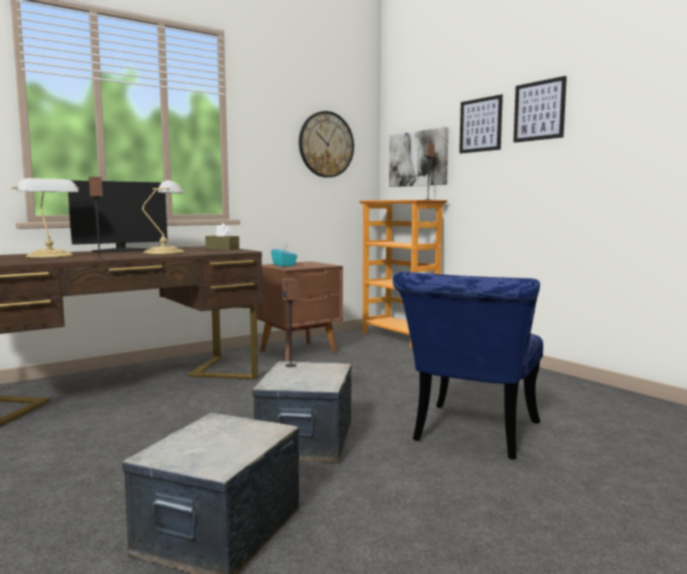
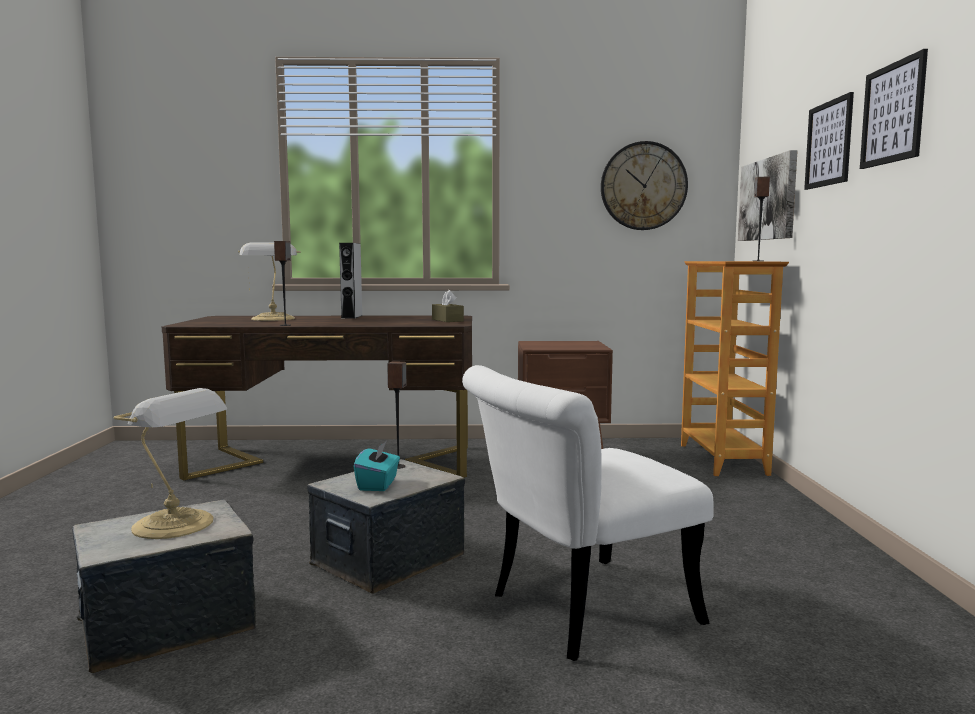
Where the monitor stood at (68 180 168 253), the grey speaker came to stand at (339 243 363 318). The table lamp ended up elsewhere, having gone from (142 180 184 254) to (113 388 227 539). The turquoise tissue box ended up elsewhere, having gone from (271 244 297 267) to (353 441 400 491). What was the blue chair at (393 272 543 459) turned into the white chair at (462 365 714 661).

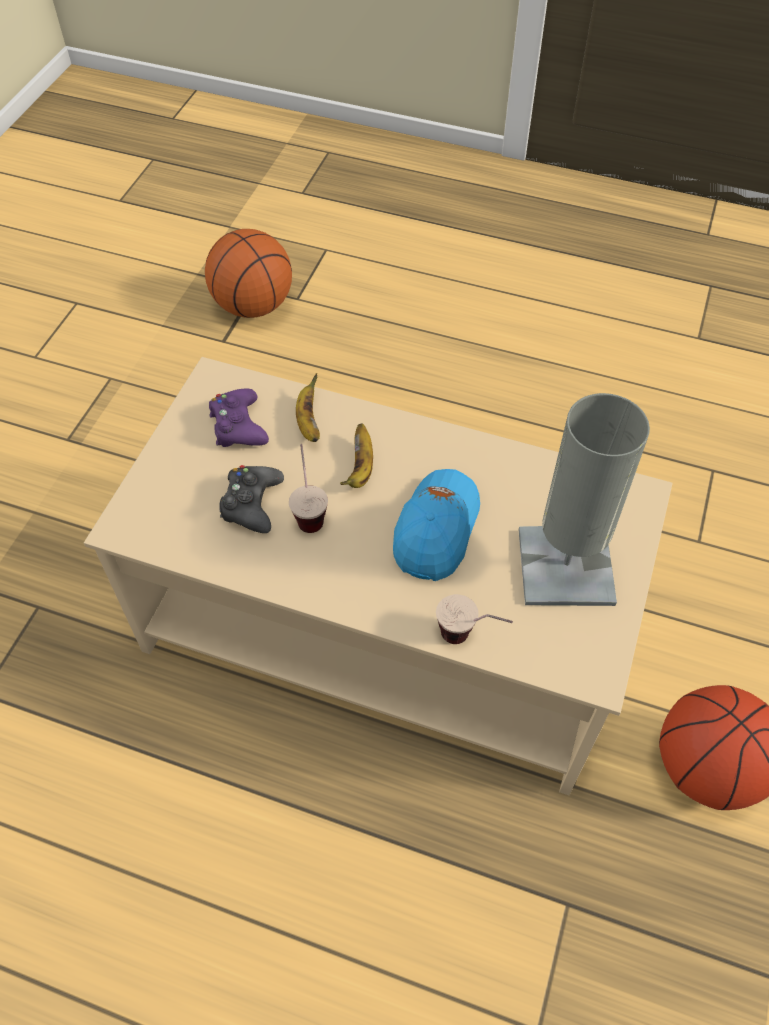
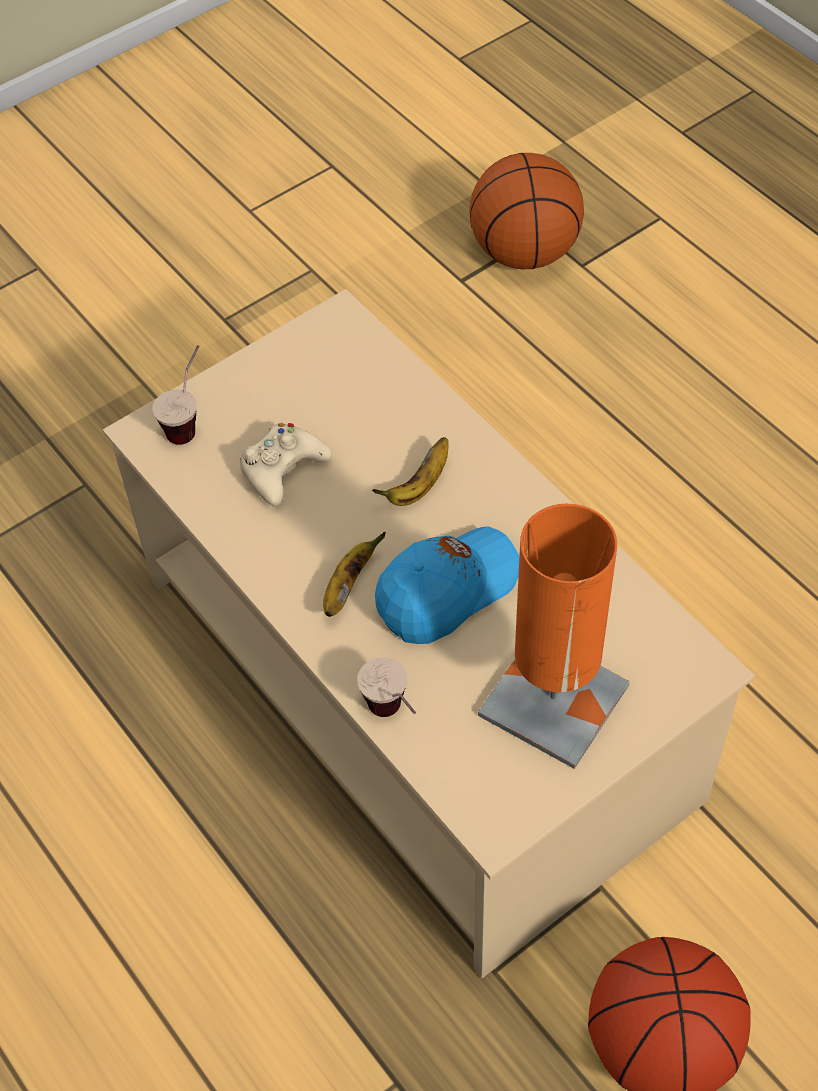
The second view lost the purple game controller at (209 388 269 447). What was the black game controller at (219 465 284 533) turned into the beige game controller at (240 423 332 507). The cup ended up elsewhere, having gone from (289 444 328 533) to (152 345 199 445). The banana ended up elsewhere, having gone from (296 373 320 442) to (323 532 386 617). What was the grey table lamp at (519 393 650 606) turned into the orange table lamp at (478 504 630 769).

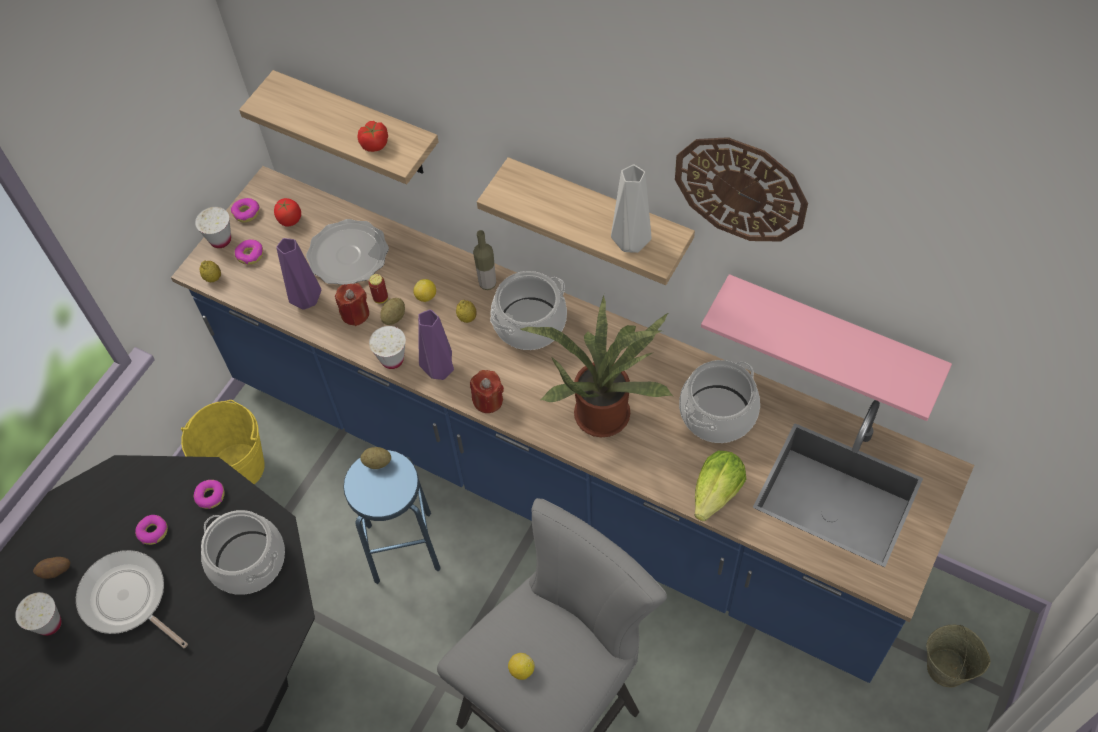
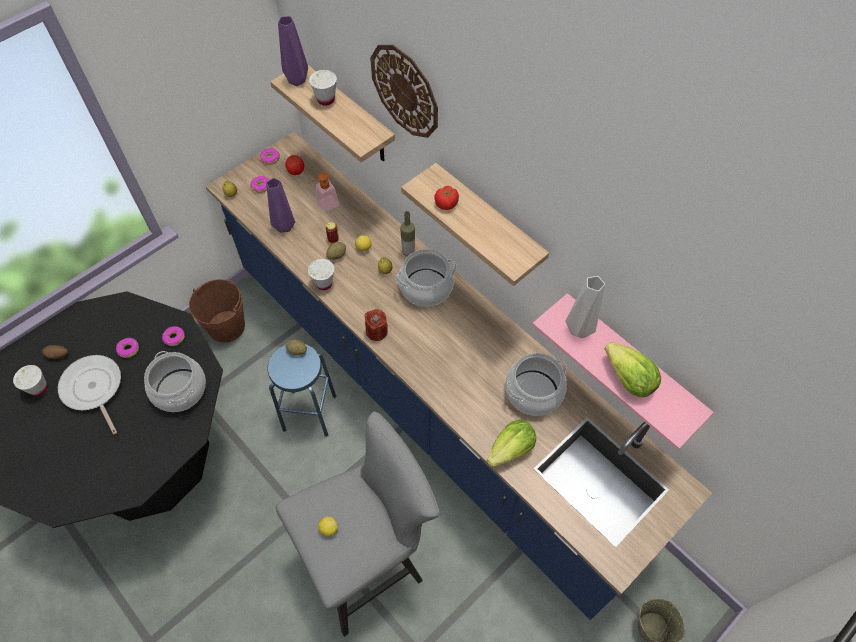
What was the yellow bucket at (181 400 265 485) turned into the brown bucket at (189 279 245 343). The white cup ended up elsewhere, having gone from (195 207 231 248) to (309 70 337 106). Where the plate stood at (306 219 389 285), the soap dispenser came to stand at (307 172 339 212). The second view lost the red candle at (335 283 369 326). The tomato ended up elsewhere, having gone from (358 121 388 152) to (434 186 459 210). The purple vase ended up elsewhere, having gone from (418 309 454 380) to (278 16 308 86). The second view lost the potted plant at (519 296 674 437). The grey vase ended up elsewhere, having gone from (611 165 651 253) to (566 276 605 338). The wall clock ended up elsewhere, having gone from (675 137 808 241) to (370 45 438 138). The second view gained the lettuce at (605 342 661 397).

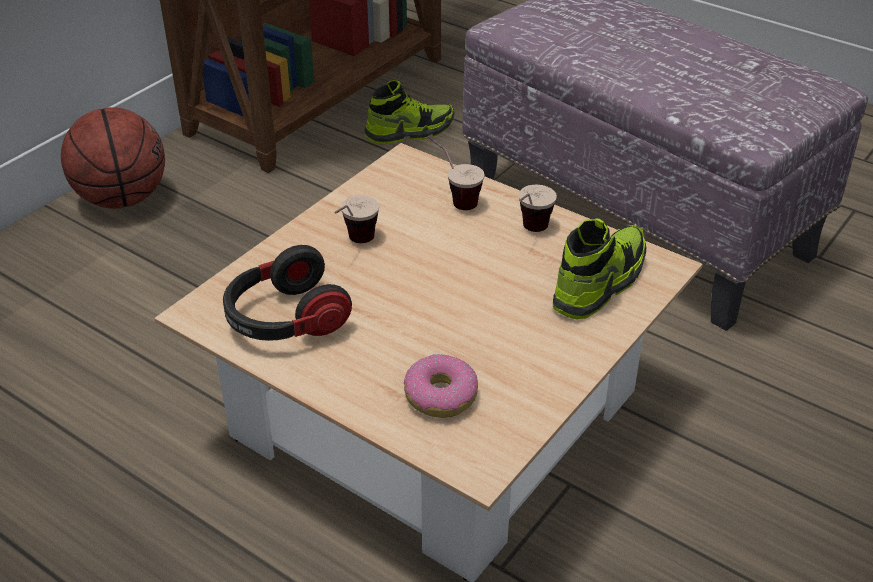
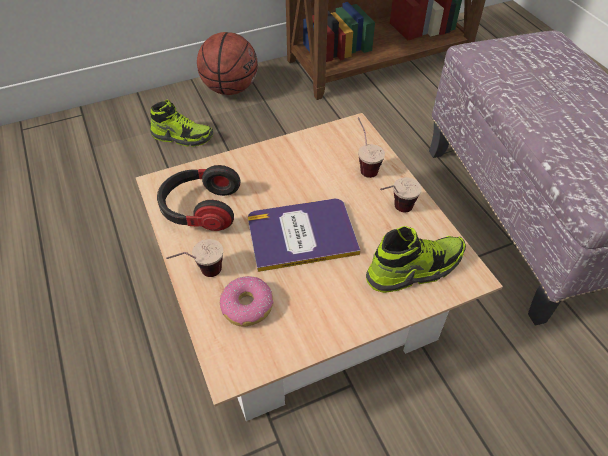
The cup ended up elsewhere, having gone from (334 195 379 243) to (166 239 223 277). The shoe ended up elsewhere, having gone from (364 80 455 144) to (150 100 213 147). The second view gained the book at (248 199 361 272).

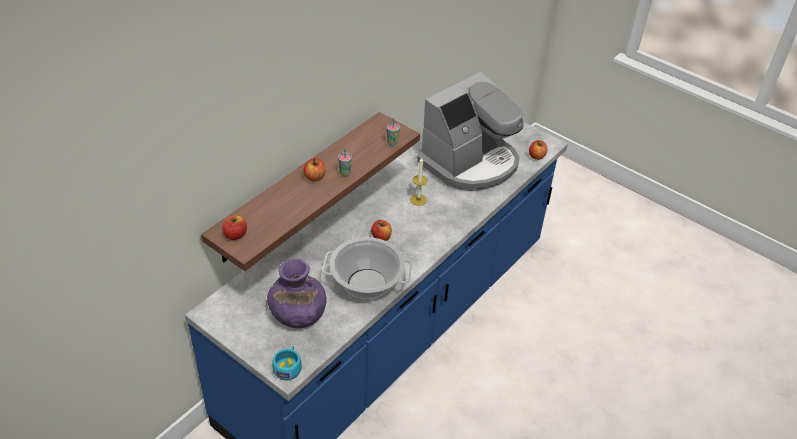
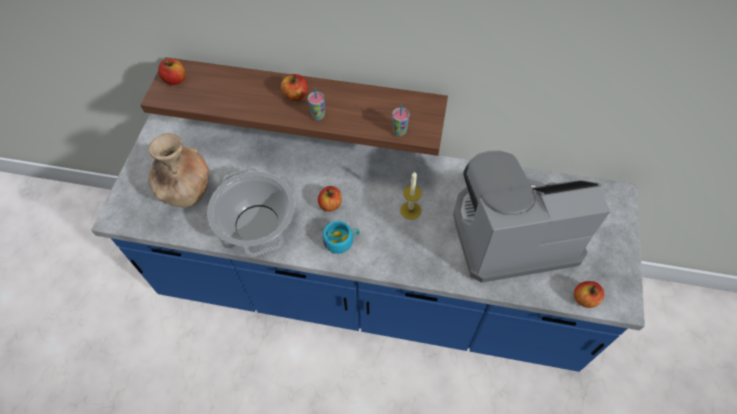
What was the purple vase at (267 259 327 328) turned into the brown vase at (148 133 209 207). The turquoise cup ended up elsewhere, having gone from (272 346 302 380) to (323 221 360 254). The coffee machine at (417 72 524 191) ended up facing another way, 150 degrees clockwise from before.

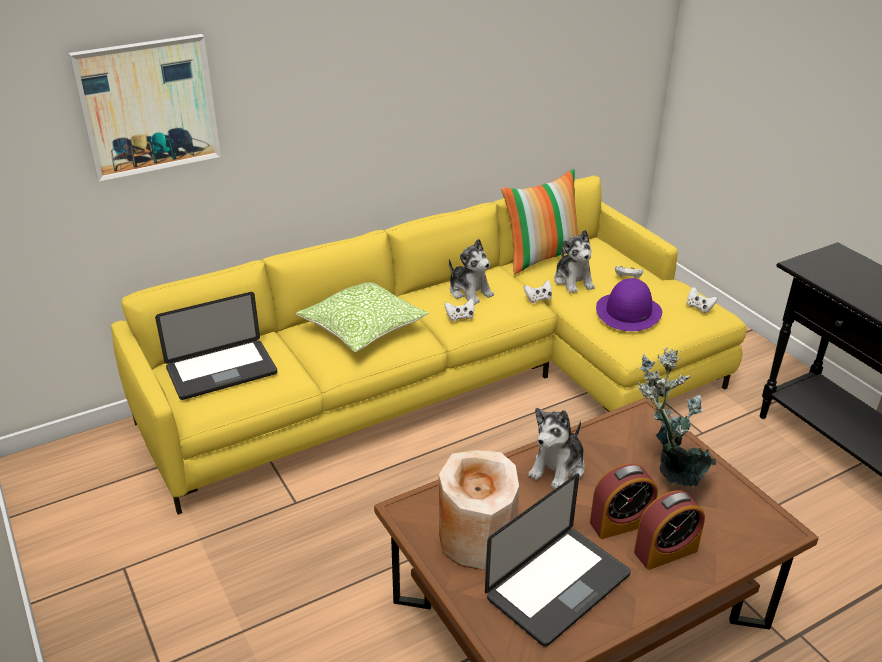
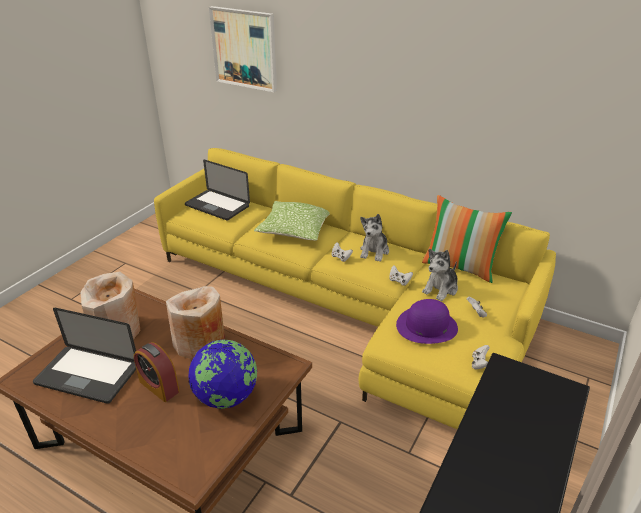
Where the plush toy stood at (528 408 585 489), the beige vase came to stand at (166 286 225 360). The second view lost the alarm clock at (634 490 705 570). Where the potted plant stood at (636 348 716 487), the globe came to stand at (188 340 257 409).

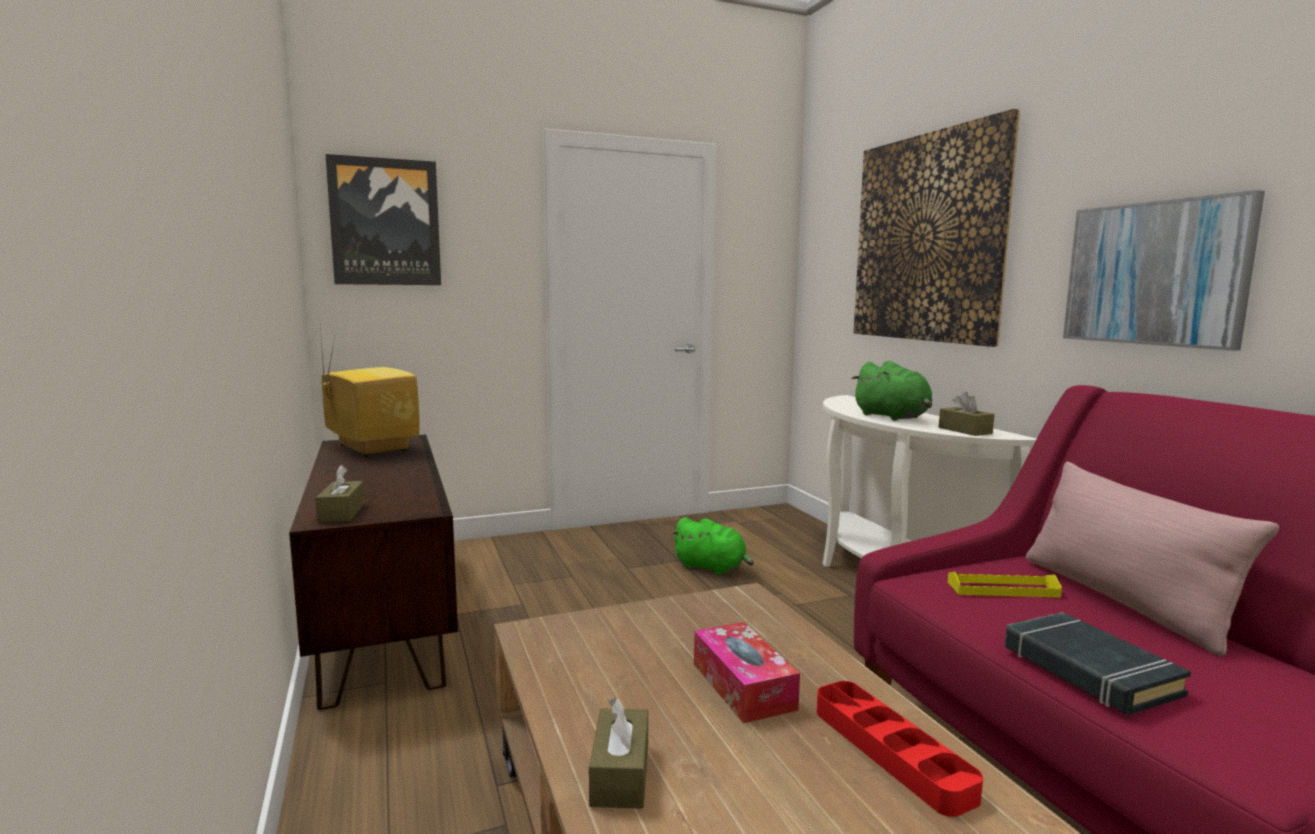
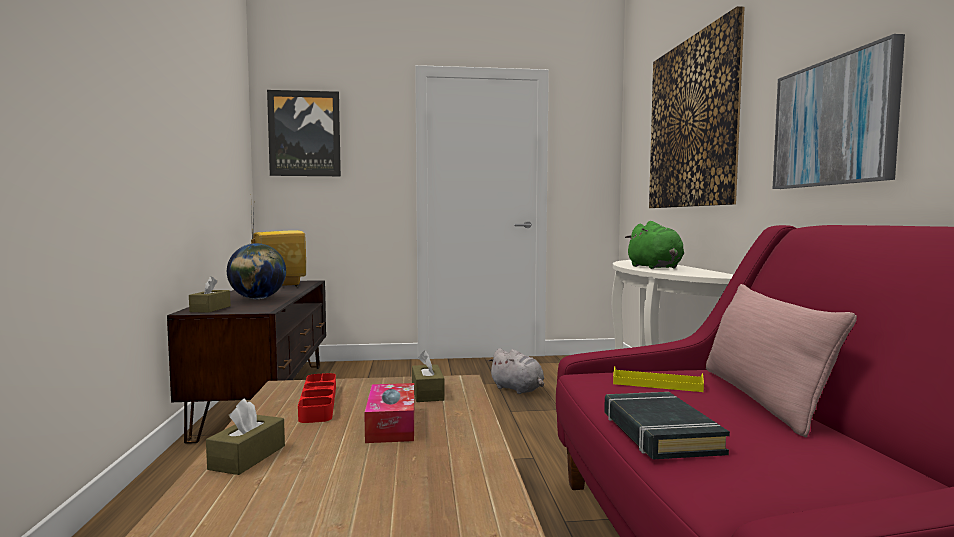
What was the green plush toy at (671 517 754 575) turned into the grey plush toy at (488 348 544 394). The red tray ended up elsewhere, having gone from (817 681 983 817) to (298 373 336 423). The brown tissue box ended up elsewhere, having gone from (939 392 994 436) to (412 350 445 402). The second view gained the globe at (227 243 286 299).

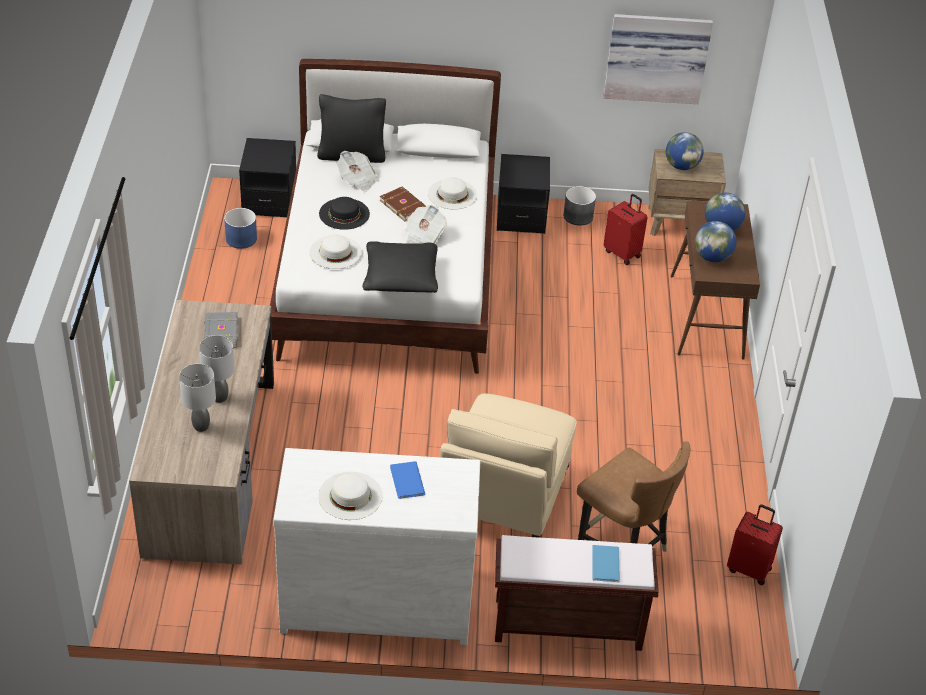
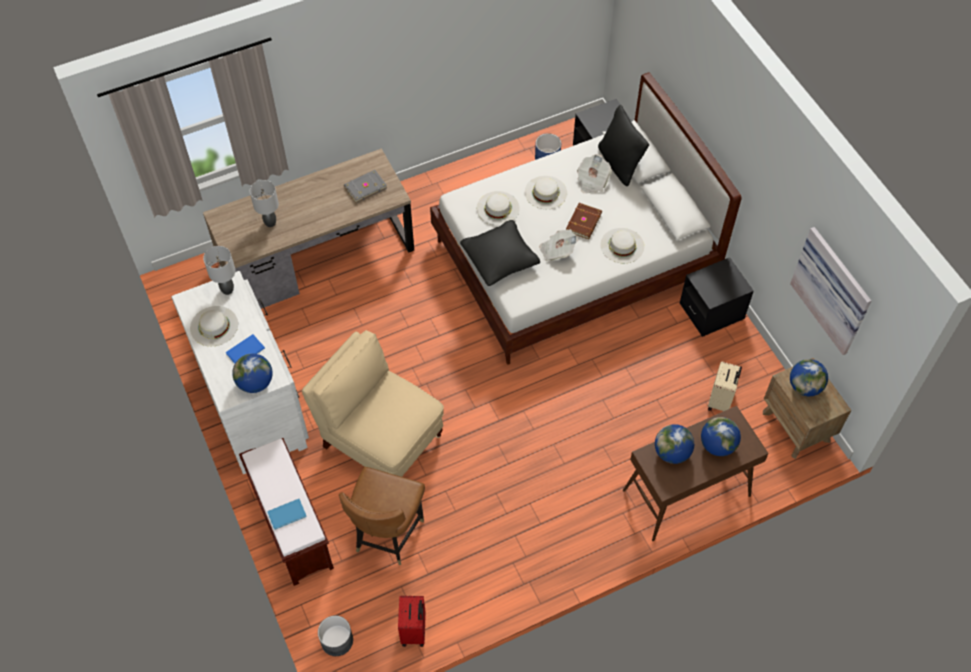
The grey table lamp ended up elsewhere, having gone from (199 335 235 403) to (203 246 236 295). What was the black hat at (319 197 370 230) turned into the white hat at (525 176 567 209). The beige chair at (440 394 577 538) ended up facing another way, 45 degrees clockwise from before. The grey planter ended up elsewhere, having gone from (563 186 596 226) to (318 615 353 656). What was the red suitcase at (604 194 648 265) turned into the beige suitcase at (708 361 742 411). The second view gained the globe at (232 354 273 393).

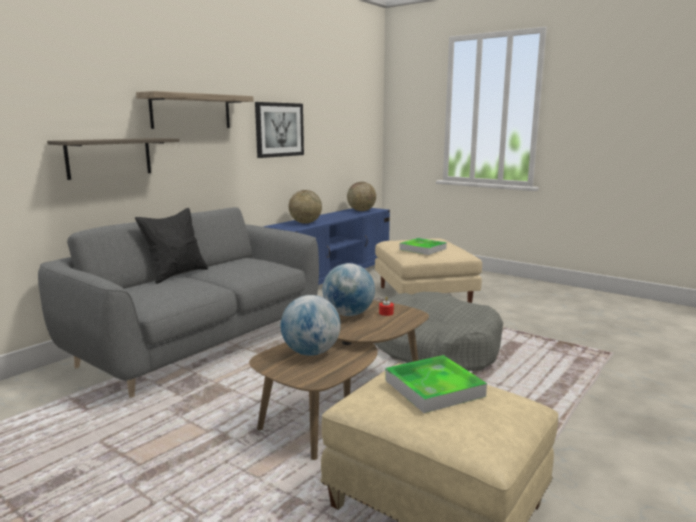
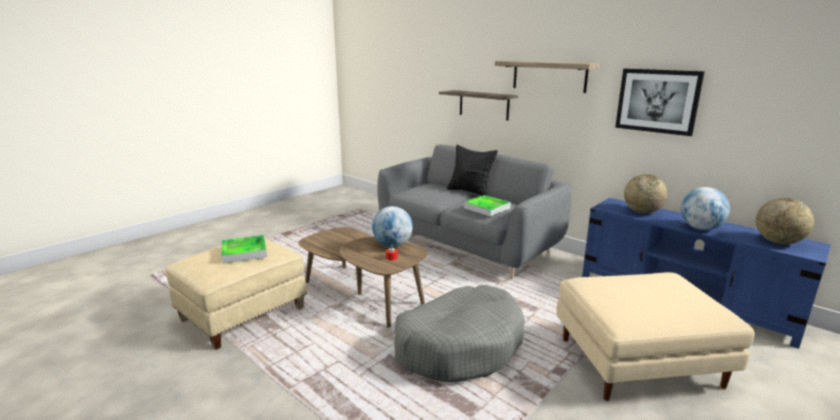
The globe ended up elsewhere, having gone from (281 295 341 356) to (680 187 730 230). The tray ended up elsewhere, having gone from (399 238 447 255) to (464 195 511 216).

